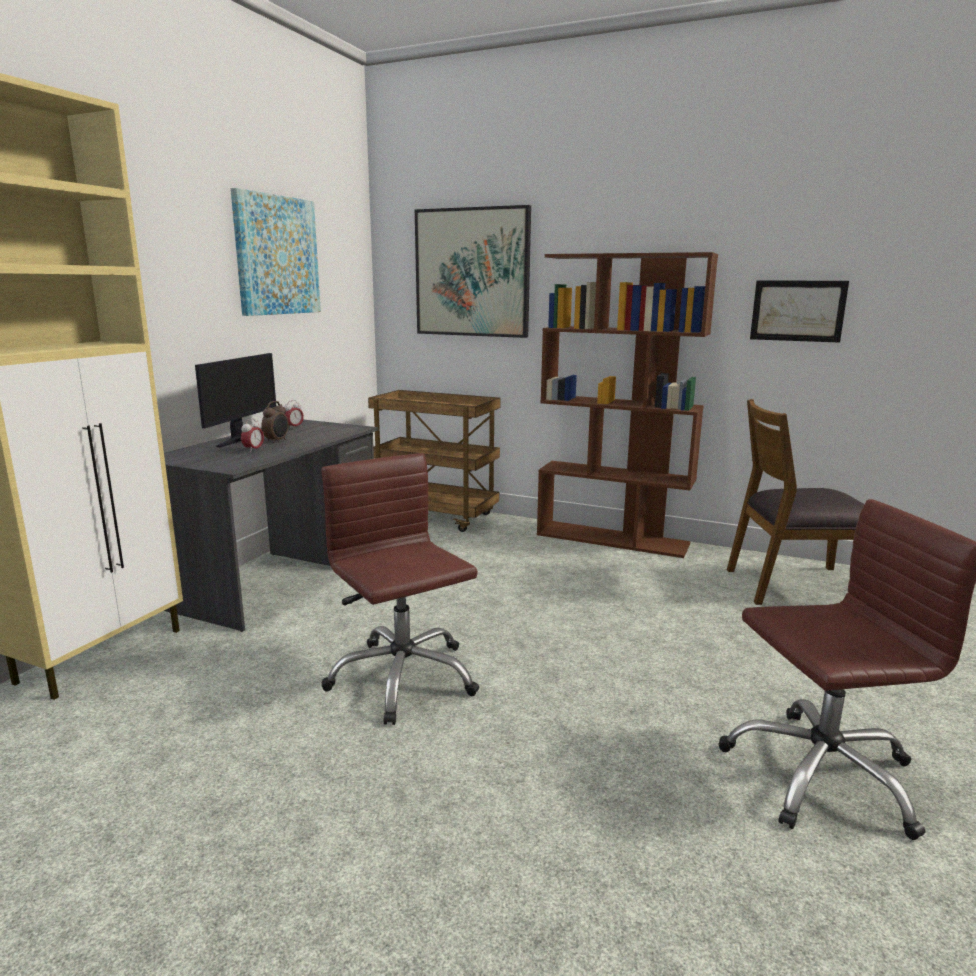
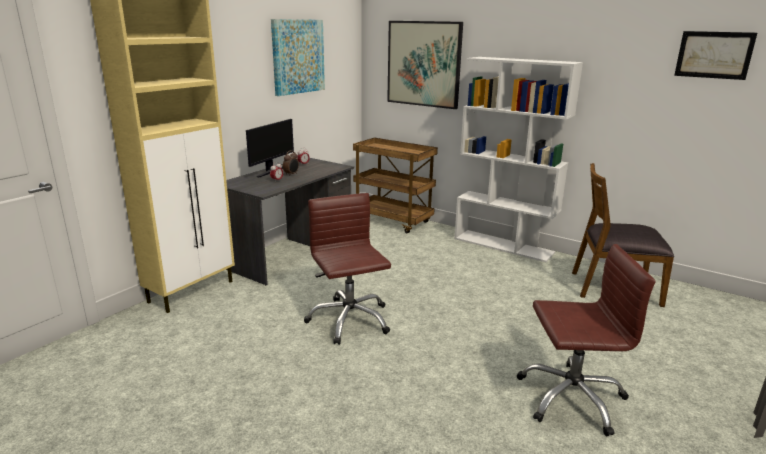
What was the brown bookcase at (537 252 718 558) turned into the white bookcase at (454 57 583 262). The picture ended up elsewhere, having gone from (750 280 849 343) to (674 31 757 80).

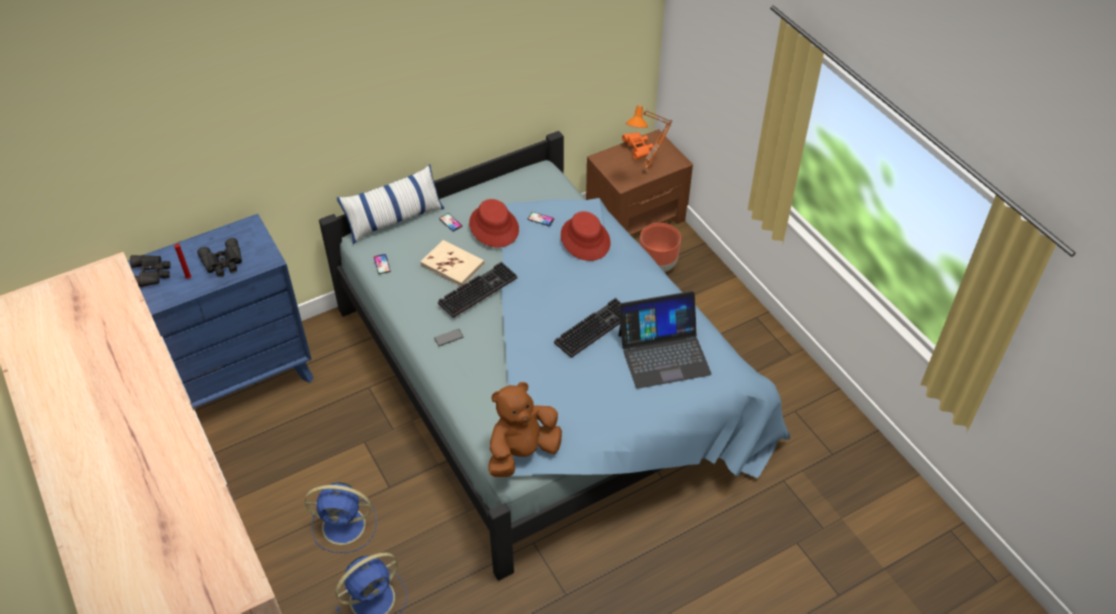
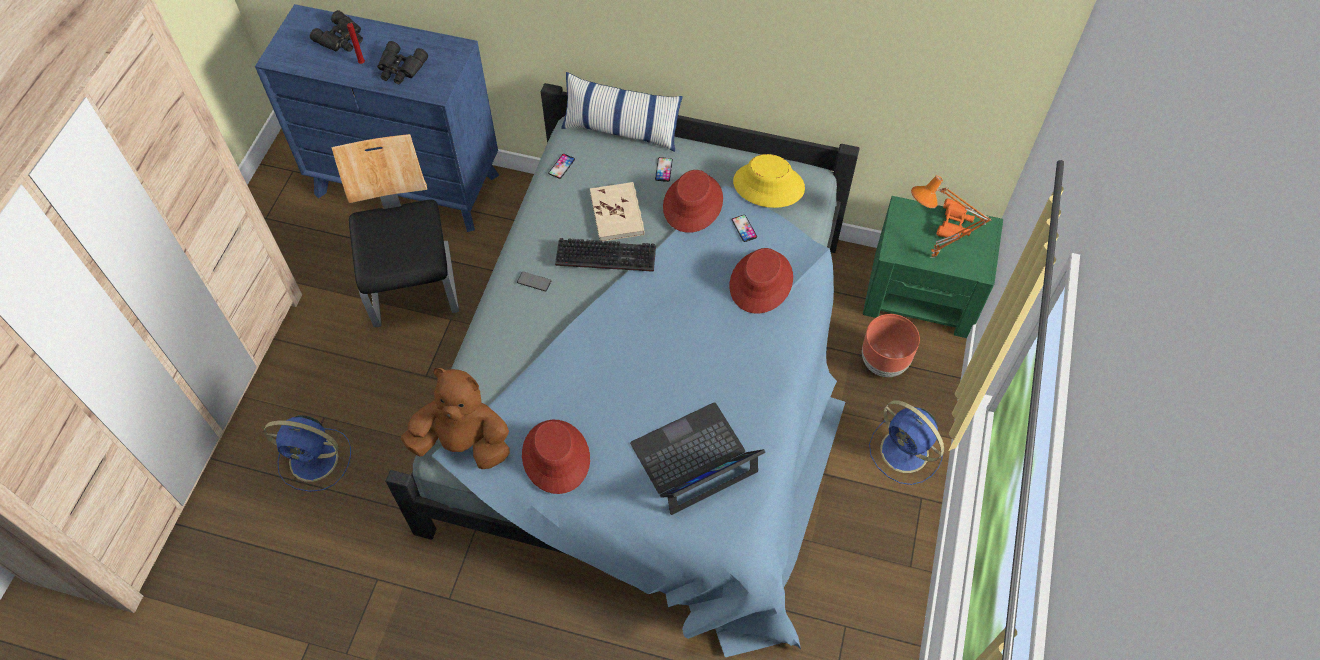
The blue fan ended up elsewhere, having gone from (305 482 377 553) to (869 400 944 485). The second view lost the keyboard at (554 298 620 358). What was the brown nightstand at (586 129 693 236) turned into the green nightstand at (863 196 1003 338). The laptop at (618 291 712 389) ended up facing another way, 120 degrees clockwise from before. The second view gained the chair at (331 134 459 328). The second view gained the red hat at (522 420 590 494). The second view gained the yellow hat at (733 154 805 208).

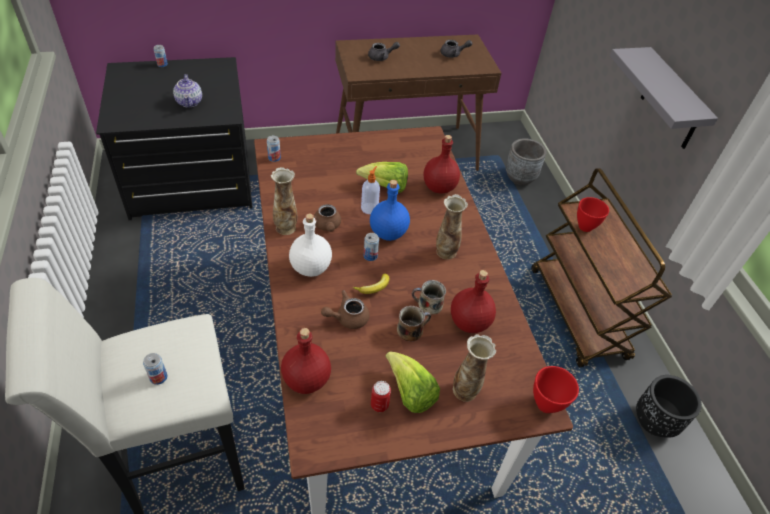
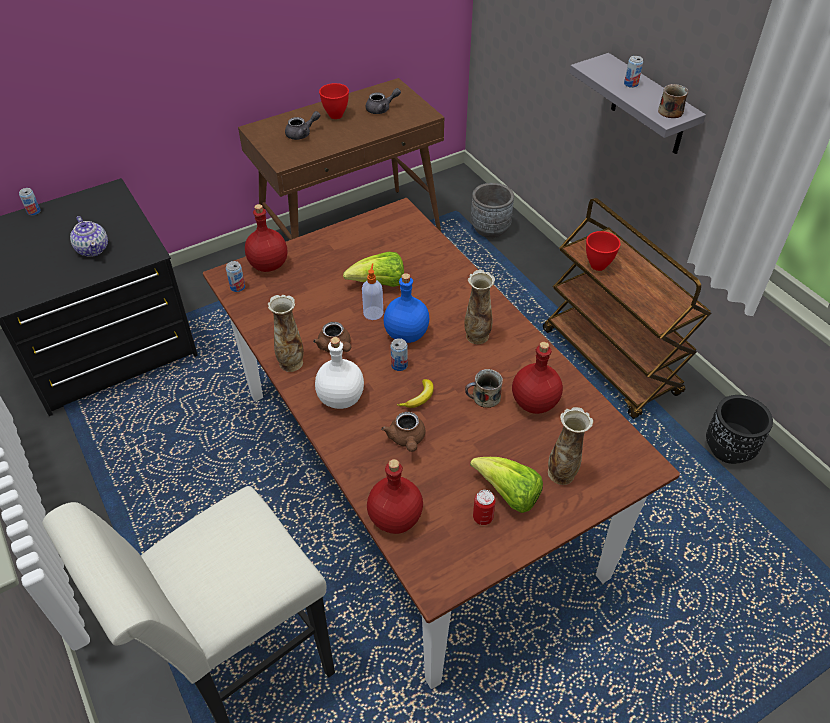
The can ended up elsewhere, having gone from (143 353 167 385) to (624 56 643 88). The brown teapot at (321 290 369 329) ended up facing another way, 60 degrees counterclockwise from before. The mug ended up elsewhere, having gone from (397 306 431 342) to (658 84 688 118). The red bottle ended up elsewhere, having gone from (424 135 460 193) to (245 204 287 272). The red bowl ended up elsewhere, having gone from (533 366 579 413) to (319 83 349 119).

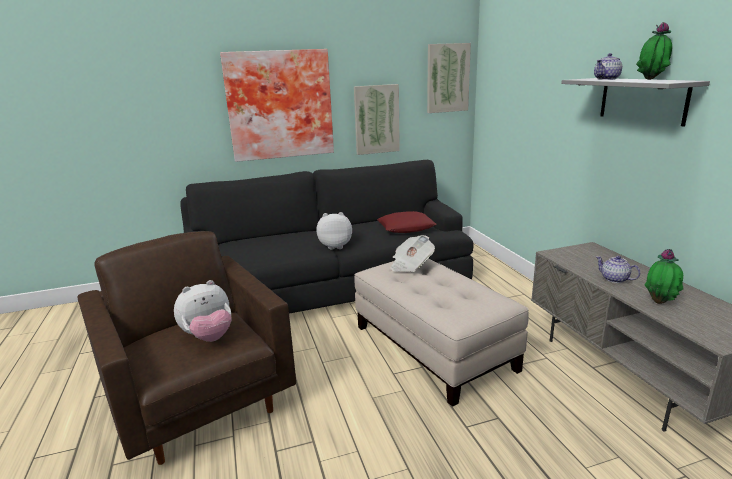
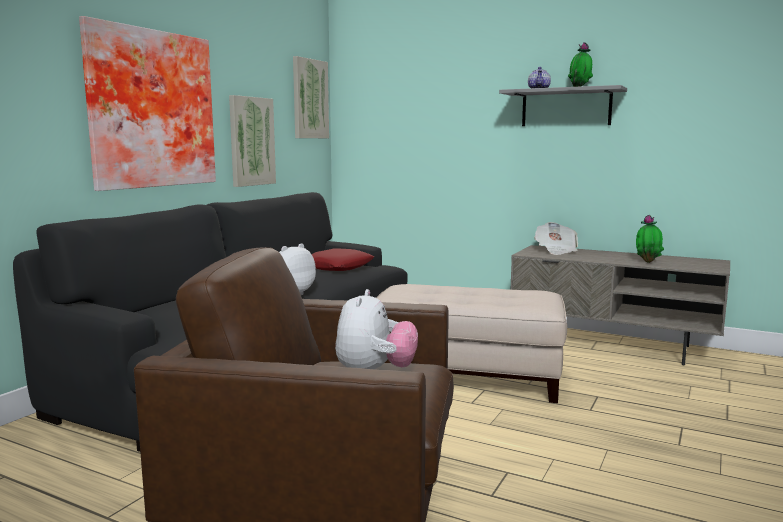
The newspaper ended up elsewhere, having gone from (390 235 435 272) to (534 222 578 255). The second view lost the teapot at (595 256 640 283).

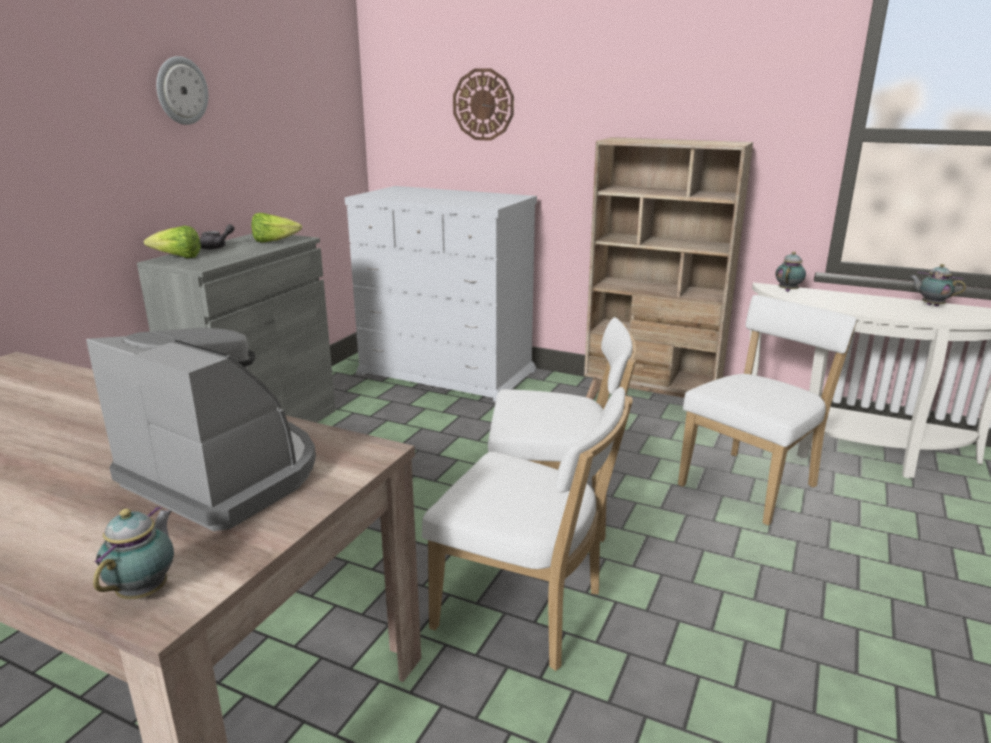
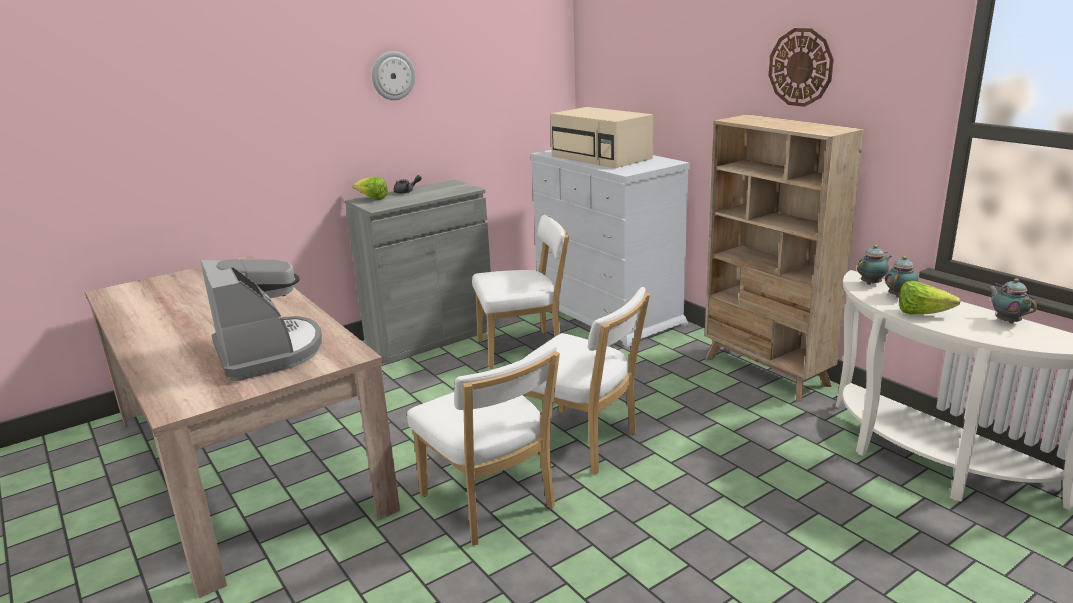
The teapot ended up elsewhere, having gone from (93 506 174 599) to (885 256 918 298). The lettuce ended up elsewhere, having gone from (251 213 302 243) to (899 281 961 314). The wall clock ended up elsewhere, having gone from (453 68 514 141) to (769 28 834 107). The white chair ended up elsewhere, having gone from (678 295 857 526) to (472 214 569 369). The second view gained the beige microwave at (550 107 653 169).

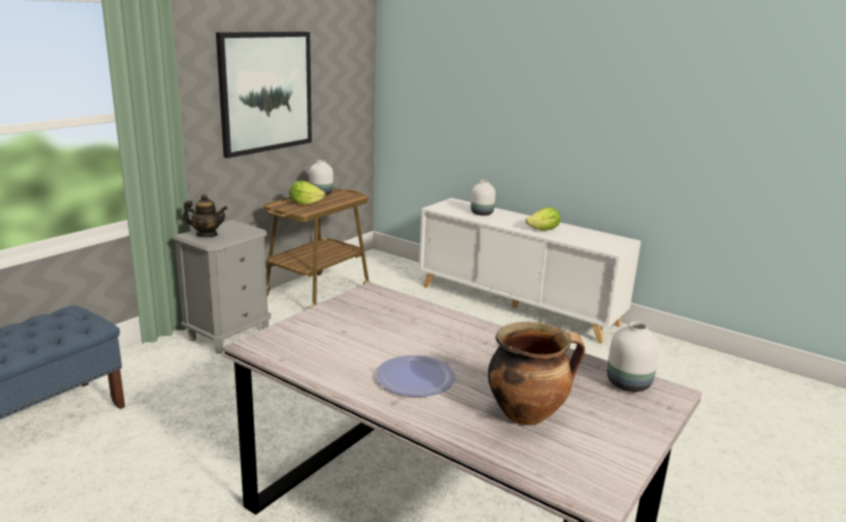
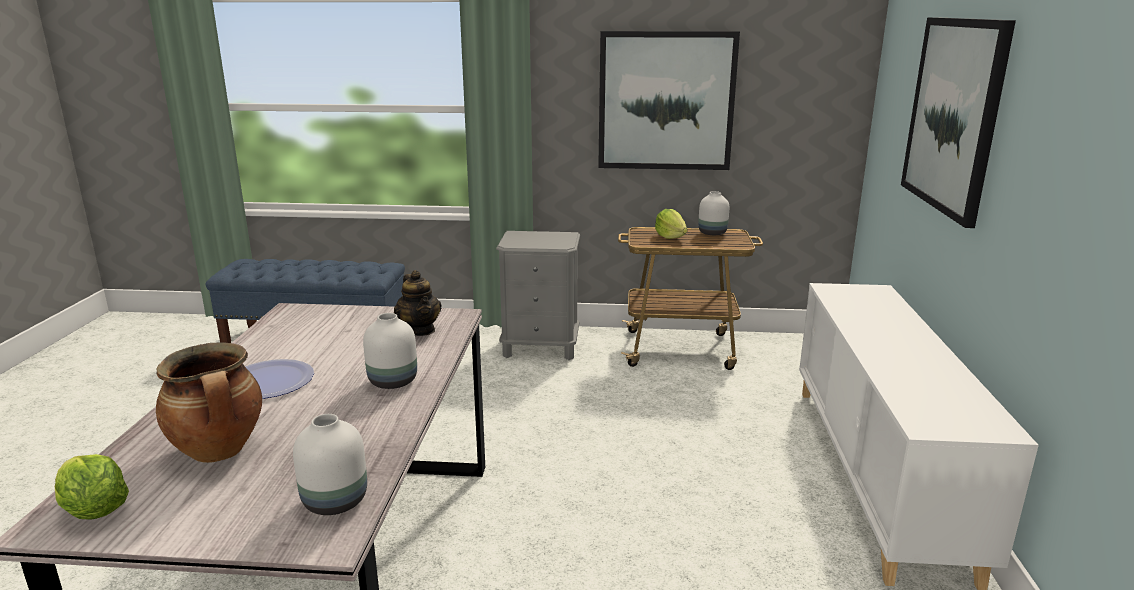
The teapot ended up elsewhere, having gone from (183 194 228 237) to (394 270 441 336). The white vase ended up elsewhere, having gone from (471 180 496 216) to (363 313 417 389). The lettuce ended up elsewhere, having gone from (525 207 561 230) to (55 454 129 520). The second view gained the picture at (901 17 1016 228).

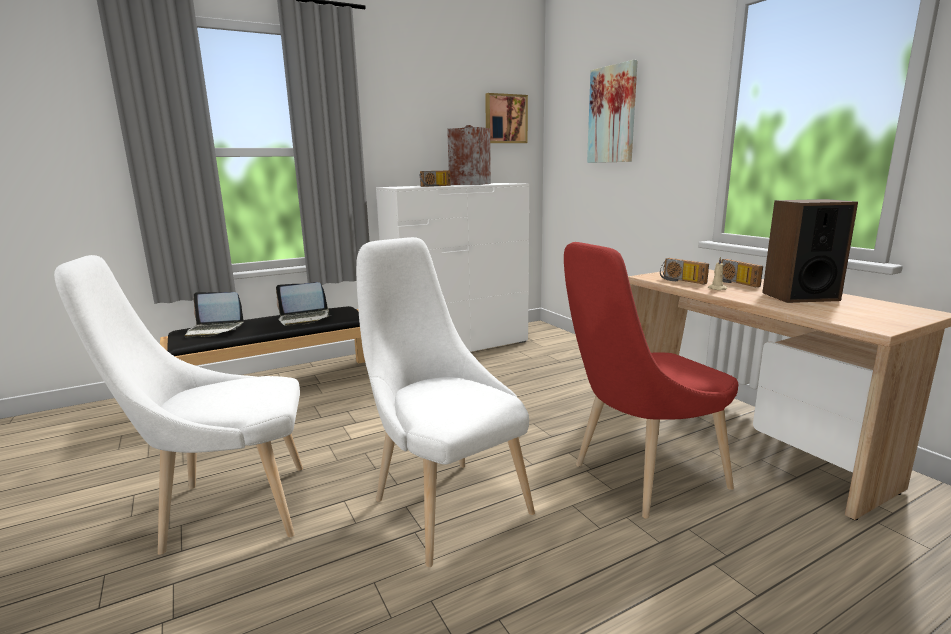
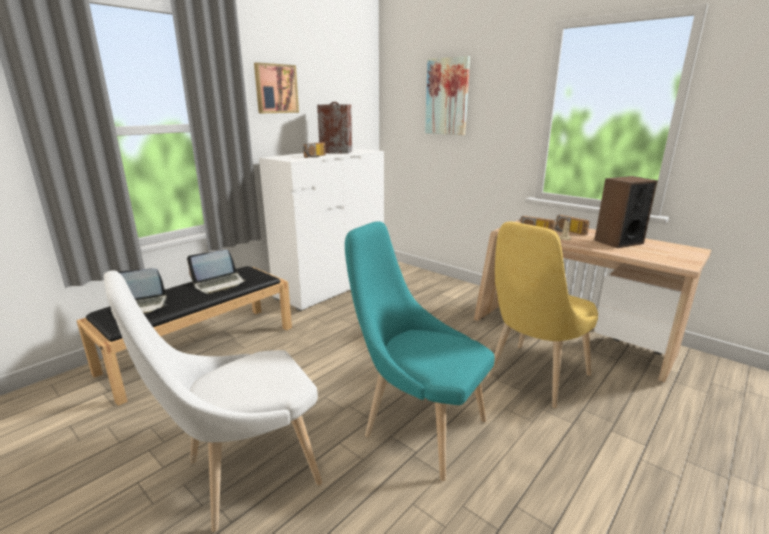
What was the white chair at (356 237 535 567) turned into the turquoise chair at (345 221 495 481). The picture ended up elsewhere, having gone from (485 93 528 143) to (254 62 299 113). What was the red chair at (564 242 738 518) turned into the yellow chair at (487 221 598 408).

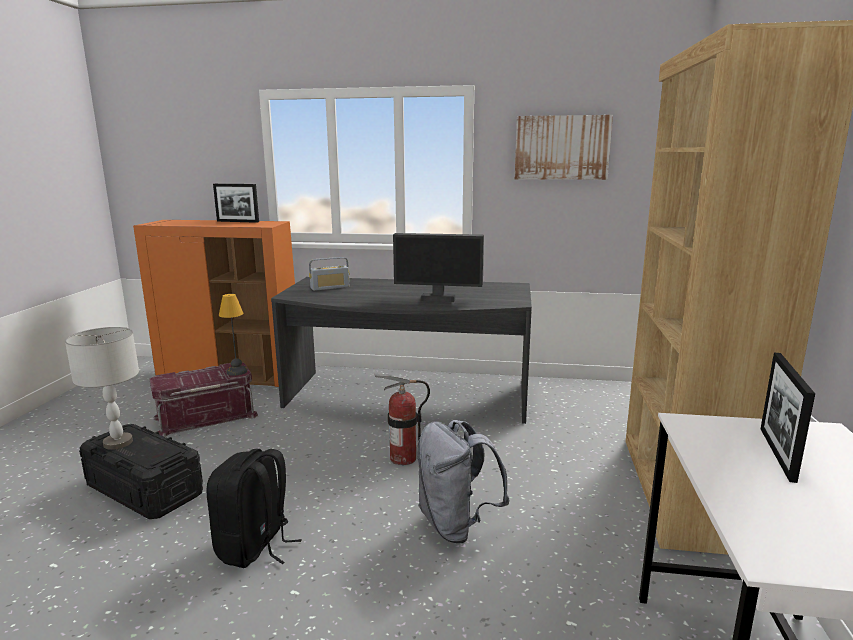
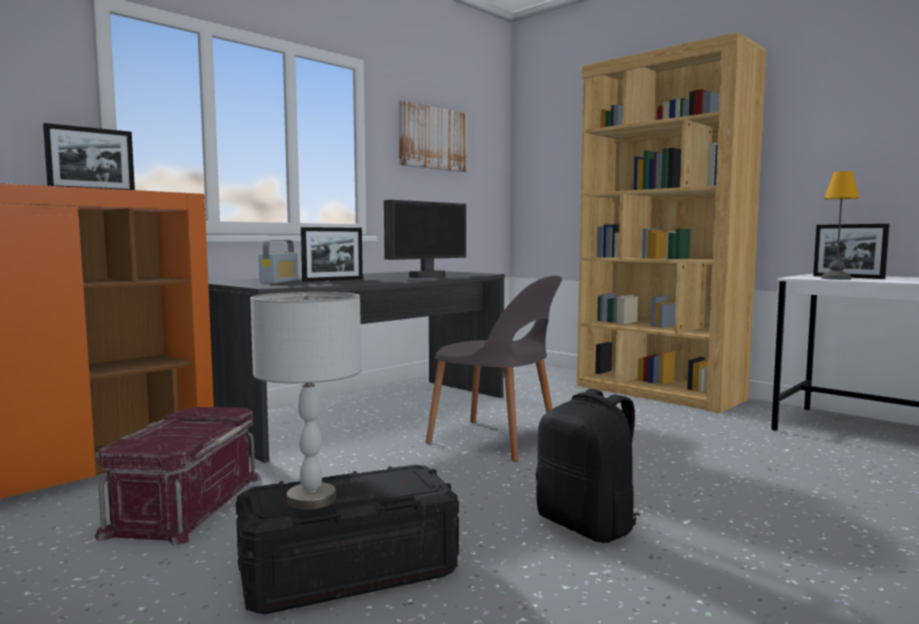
The table lamp ended up elsewhere, having gone from (219 294 247 376) to (821 171 859 280). Where the fire extinguisher stood at (374 374 430 465), the grey chair came to stand at (426 276 562 462). The second view lost the grey backpack at (417 420 510 543). The second view gained the picture frame at (301 227 363 282).

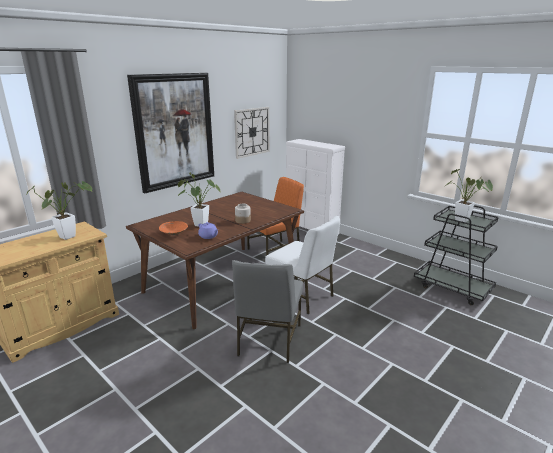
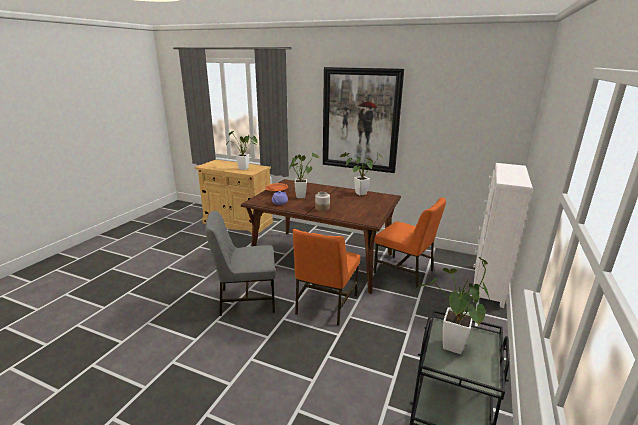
The second view lost the wall clock at (234 107 270 159). What was the white chair at (265 216 340 314) turned into the orange chair at (293 229 360 326). The second view gained the potted plant at (340 152 382 196).

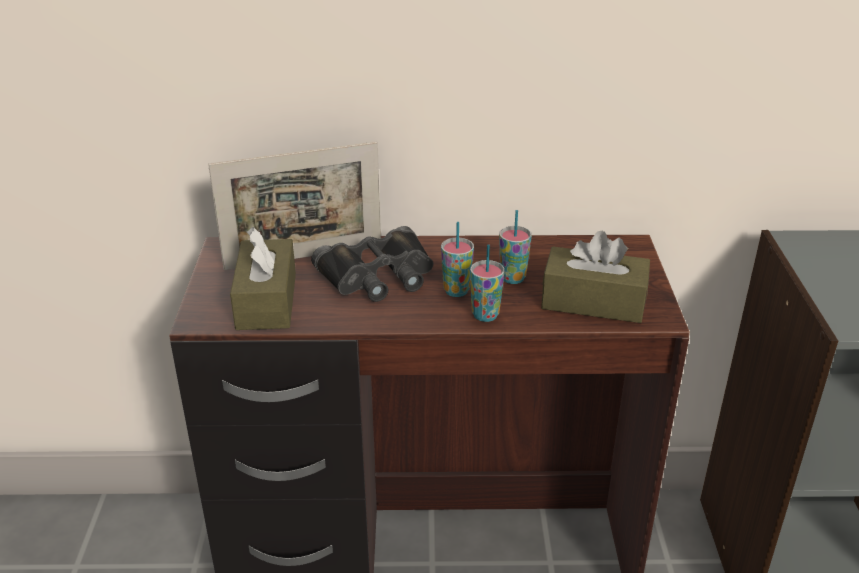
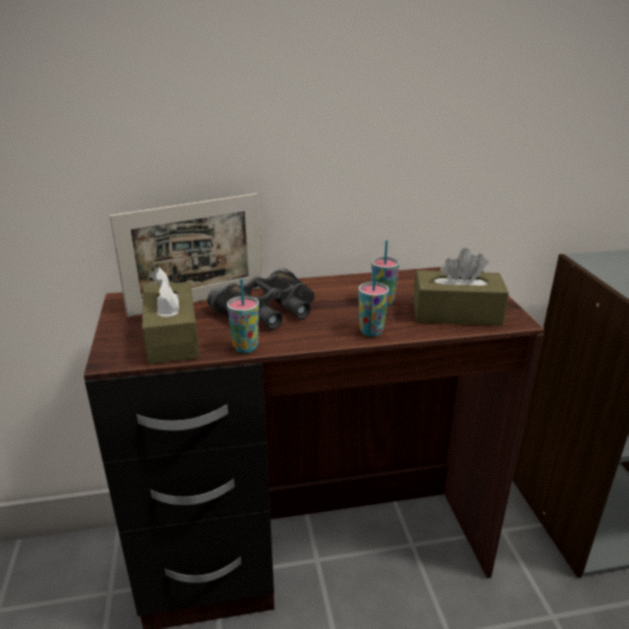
The cup ended up elsewhere, having gone from (441 222 474 297) to (227 279 259 353).

